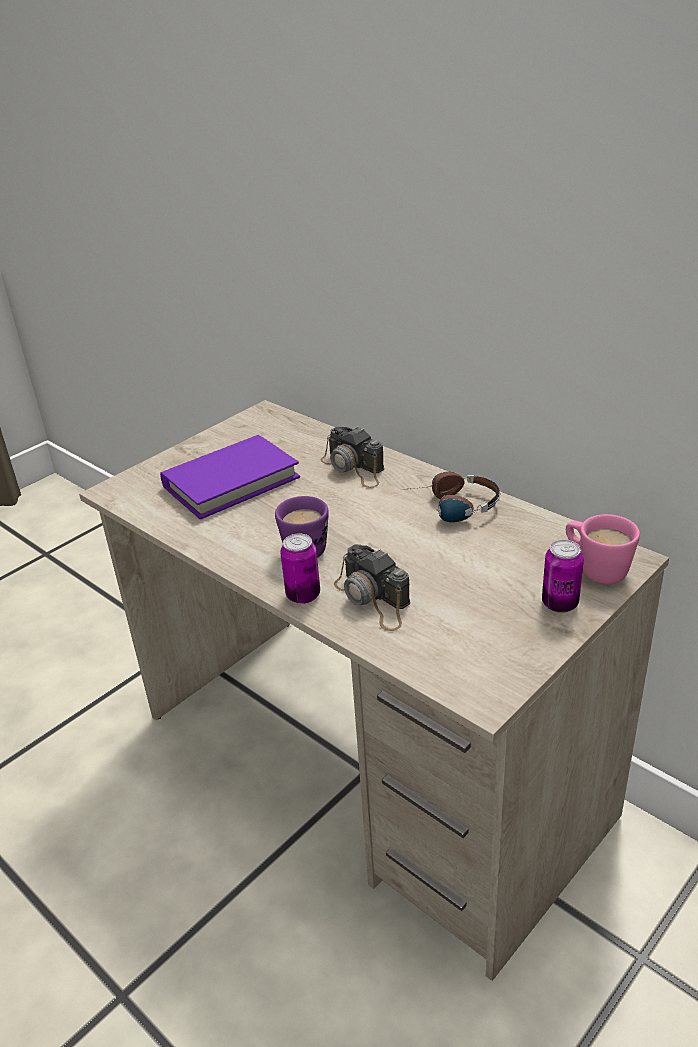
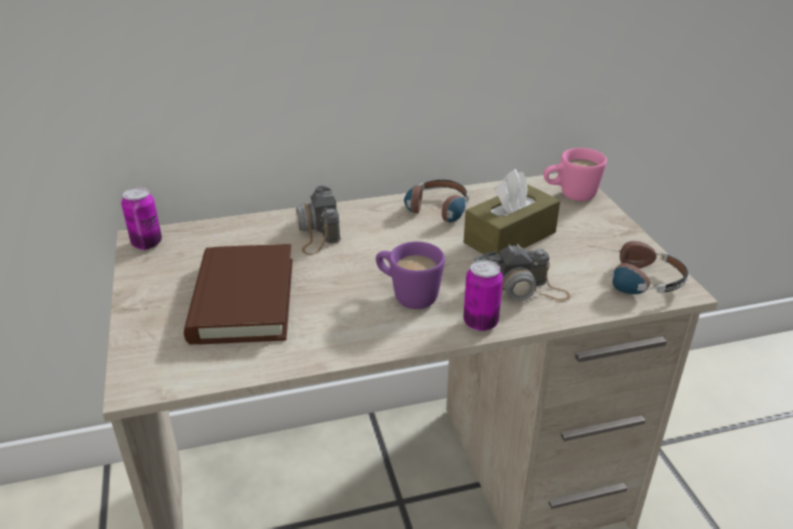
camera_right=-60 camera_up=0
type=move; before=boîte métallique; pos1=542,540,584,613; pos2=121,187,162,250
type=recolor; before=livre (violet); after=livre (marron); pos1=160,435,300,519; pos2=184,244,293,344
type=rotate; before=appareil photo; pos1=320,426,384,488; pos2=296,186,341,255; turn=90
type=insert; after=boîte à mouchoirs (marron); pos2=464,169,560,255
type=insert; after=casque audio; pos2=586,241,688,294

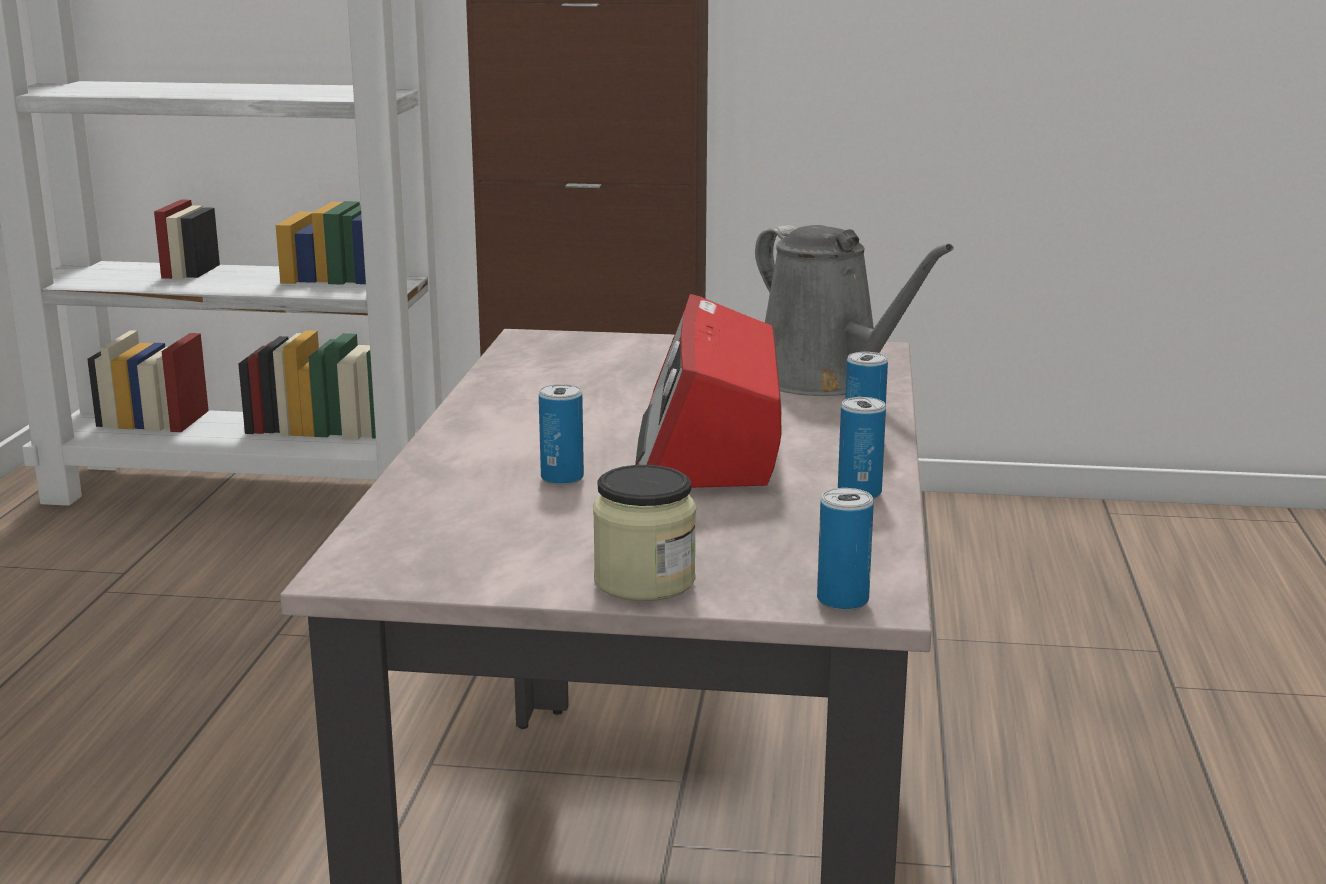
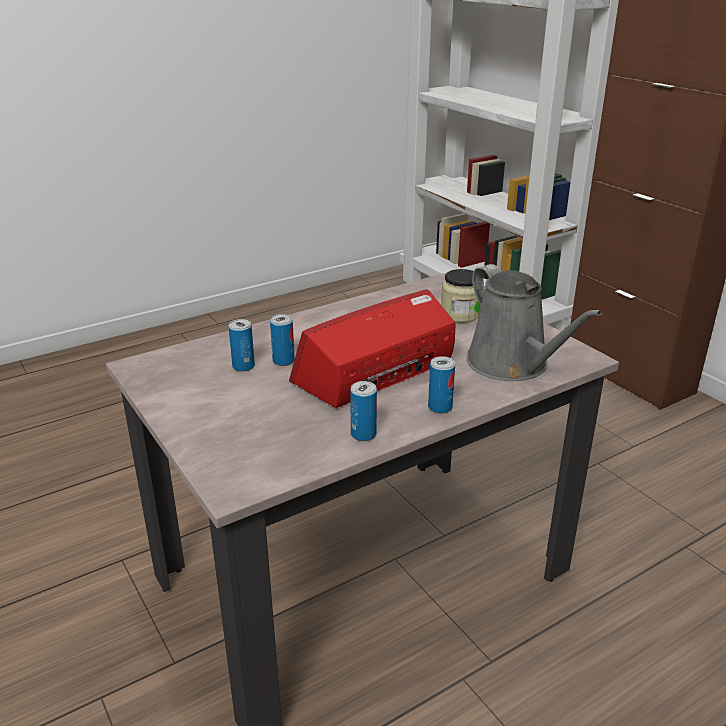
camera_right=50 camera_up=10
type=move; before=boîte métallique; pos1=817,488,874,611; pos2=229,319,255,372
type=move; before=bocal; pos1=593,465,696,601; pos2=441,269,480,323
type=rotate; before=arrosoir (gris); pos1=755,225,954,396; pos2=467,264,602,381; turn=-45

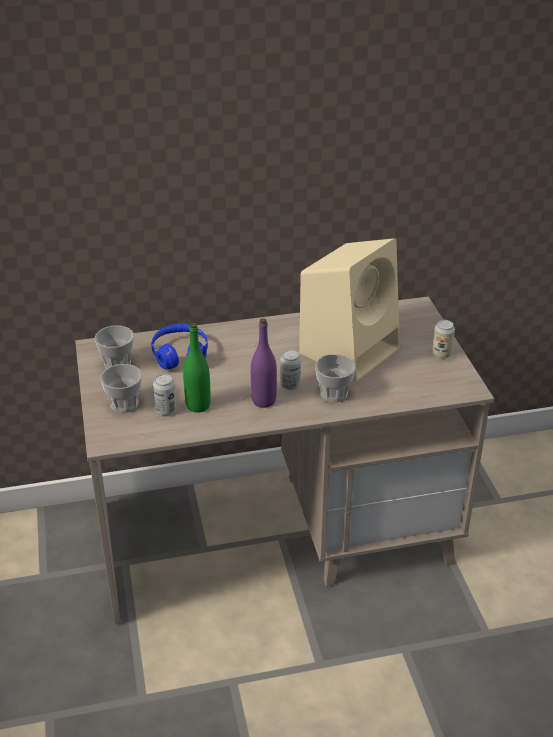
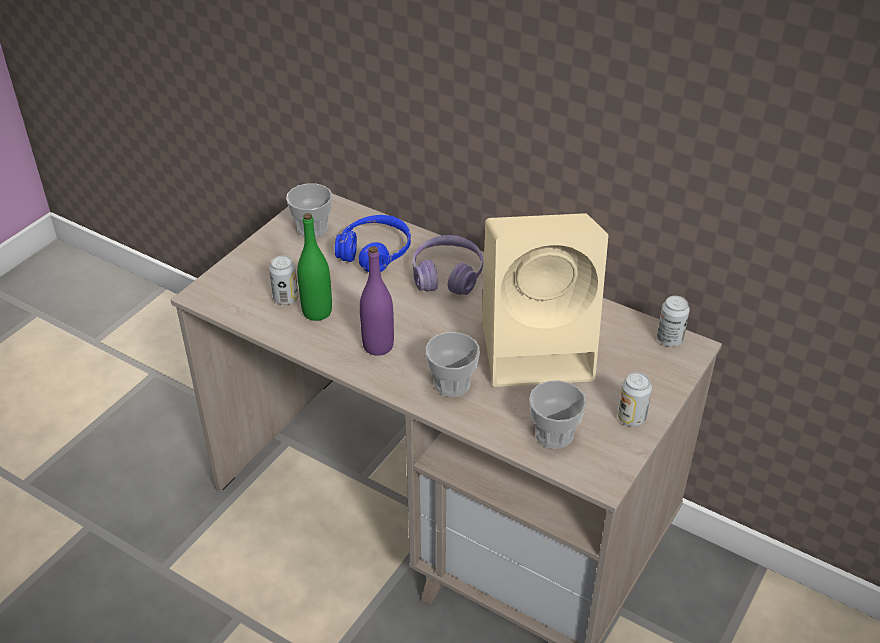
camera_right=45 camera_up=5
type=insert; after=casque audio (violet); pos2=413,235,483,295
type=move; before=tasse; pos1=101,364,142,413; pos2=529,380,587,449
type=move; before=boîte métallique; pos1=280,350,301,390; pos2=657,296,690,347

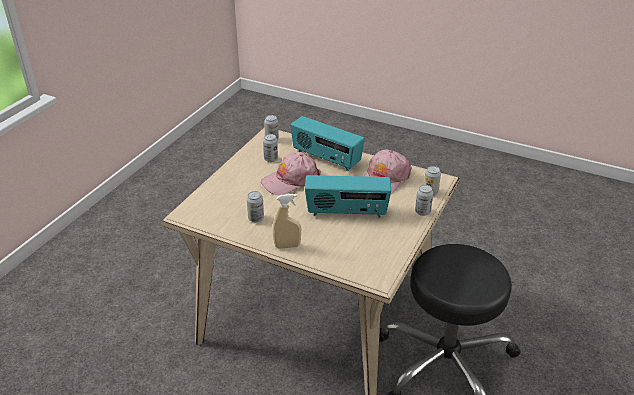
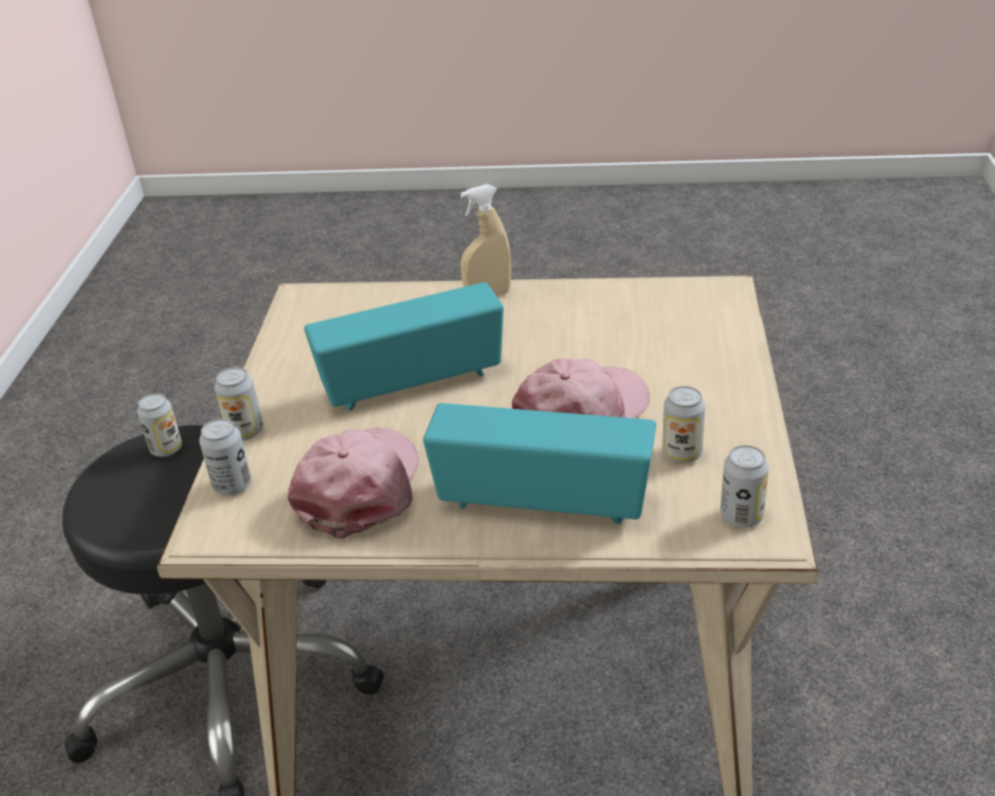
camera_right=160 camera_up=0
type=move; before=boîte métallique; pos1=247,191,264,223; pos2=137,393,182,457

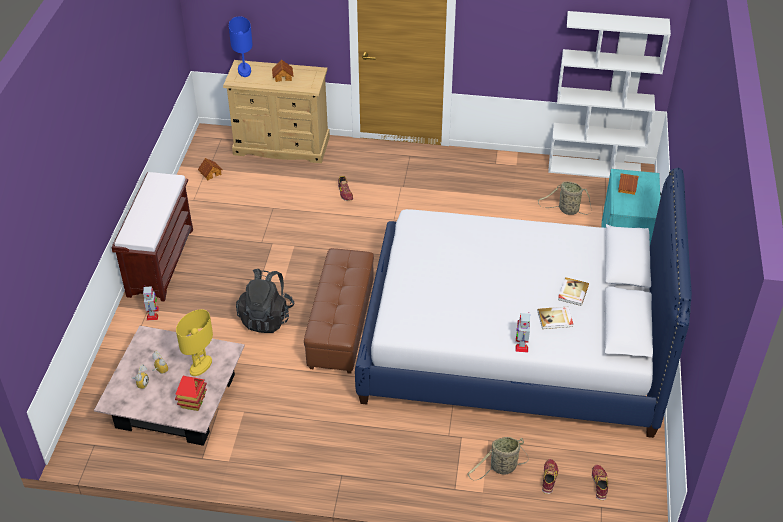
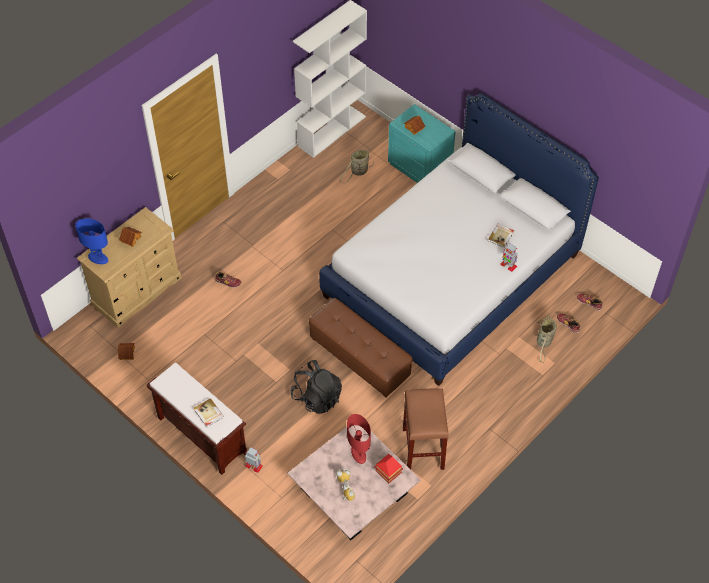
camera_right=-55 camera_up=10
type=move; before=livre; pos1=558,277,589,306; pos2=194,398,224,427
type=recolor; before=lampe de table (jaune); after=lampe de table (rouge); pos1=176,309,213,376; pos2=347,414,371,464
type=insert; after=tabouret (marron); pos2=403,388,449,470

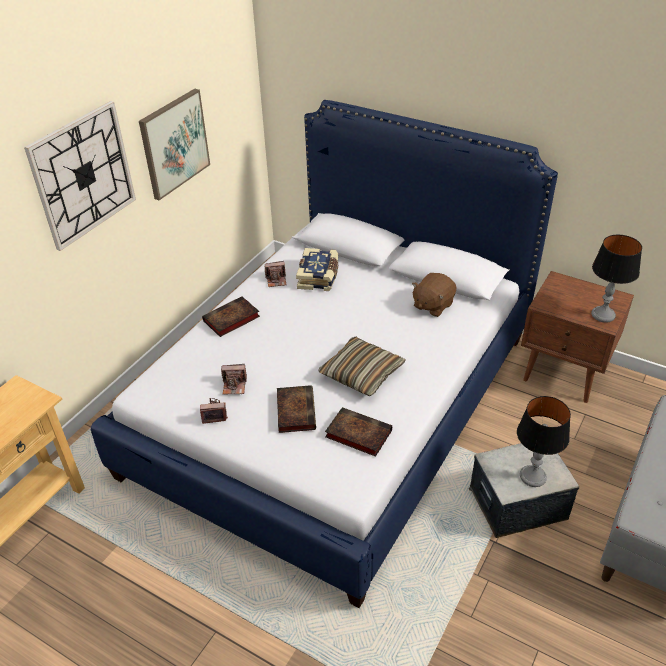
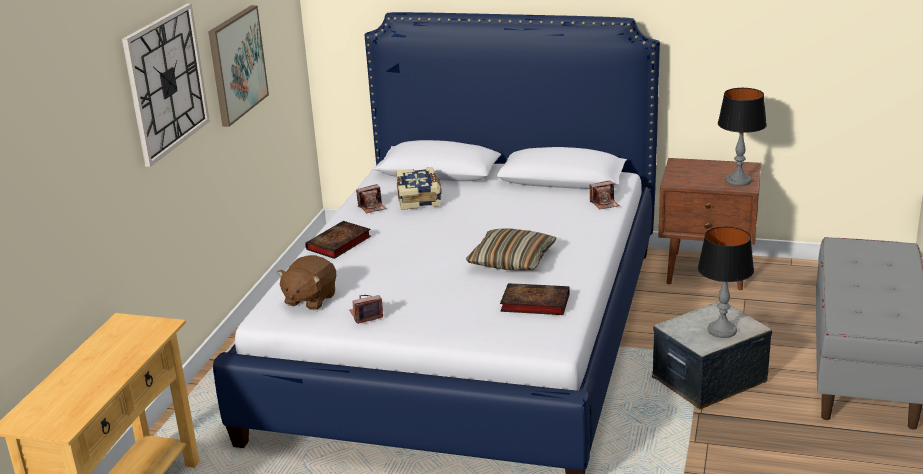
camera_right=-15 camera_up=-15
type=move; before=peluche (marron); pos1=412,273,456,317; pos2=277,255,336,310
type=move; before=appareil photo; pos1=221,364,247,395; pos2=590,180,620,210
type=delete; before=livre; pos1=277,385,316,433

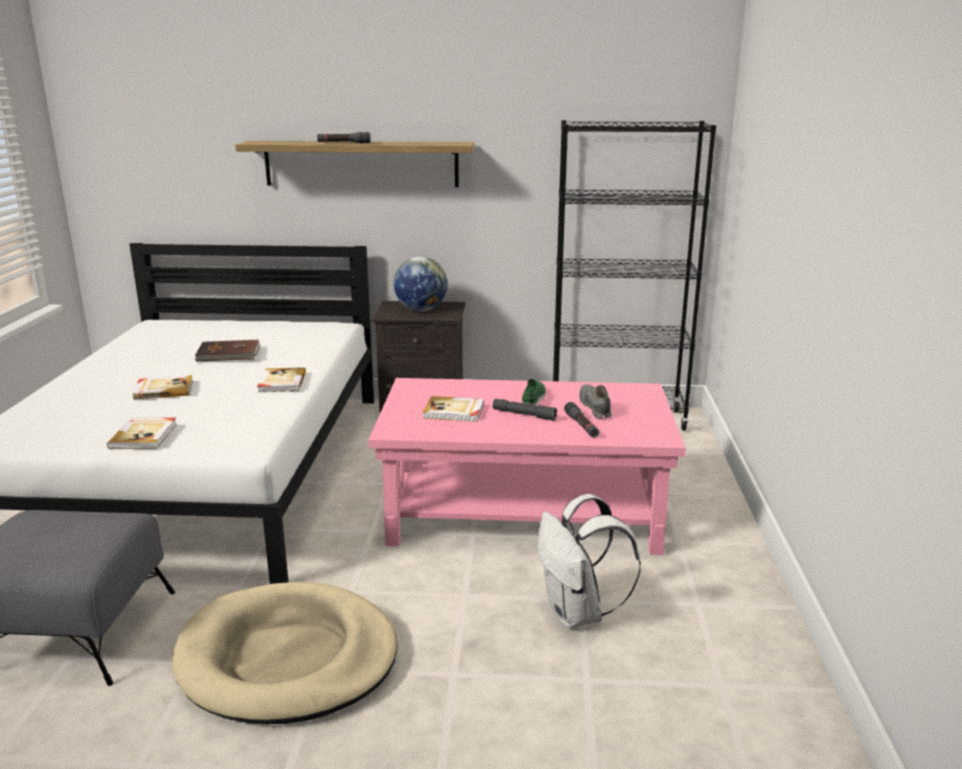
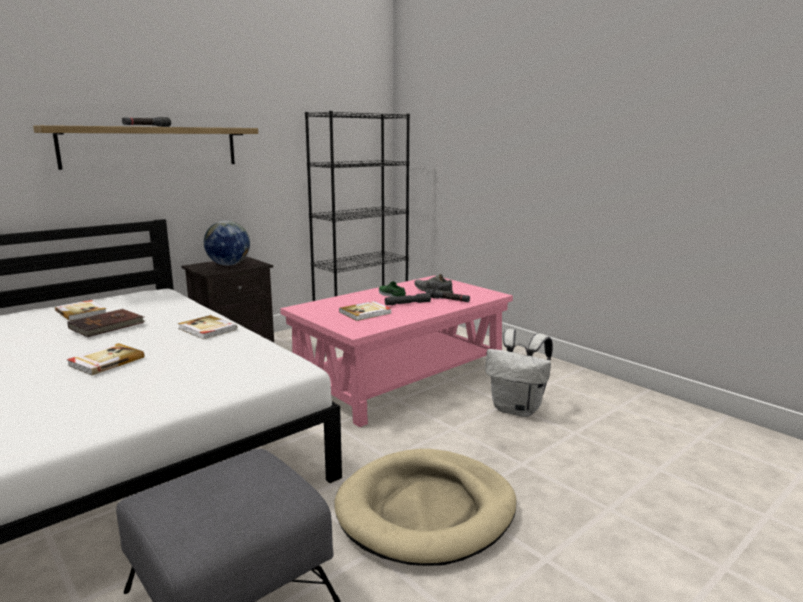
camera_right=-45 camera_up=-5
type=move; before=livre; pos1=107,418,177,449; pos2=55,300,106,321

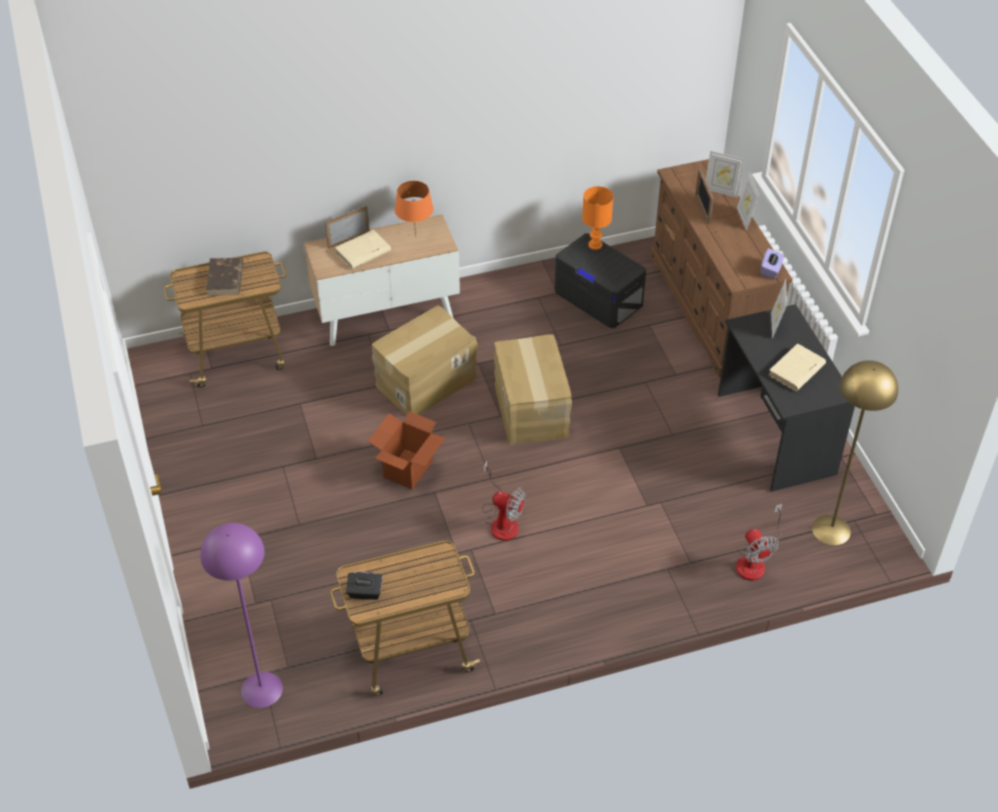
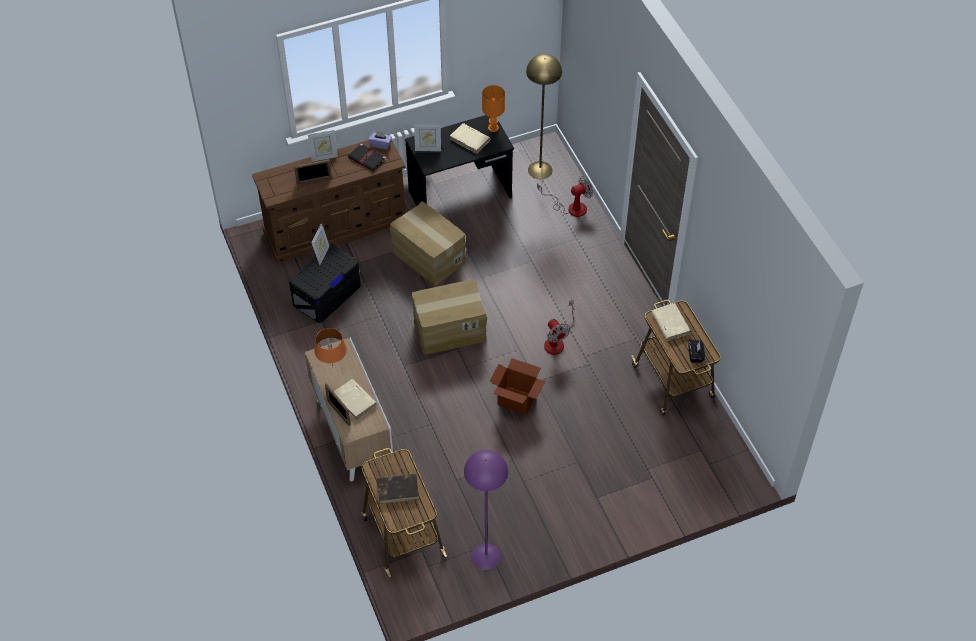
camera_right=-95 camera_up=5
type=move; before=cadre photo; pos1=706,151,744,198; pos2=312,223,329,265
type=insert; after=livre (noir); pos2=348,143,386,171
type=move; before=carton; pos1=372,305,478,416; pos2=390,201,466,286
type=move; before=lampadaire (violet); pos1=200,523,283,708; pos2=464,450,508,570
type=move; before=lampe de table (orange); pos1=582,186,614,250; pos2=482,85,505,132
type=rotate; before=ventilateur; pos1=482,461,526,541; pos2=544,300,574,355; turn=135
type=insert; after=livre (beige); pos2=651,303,690,341

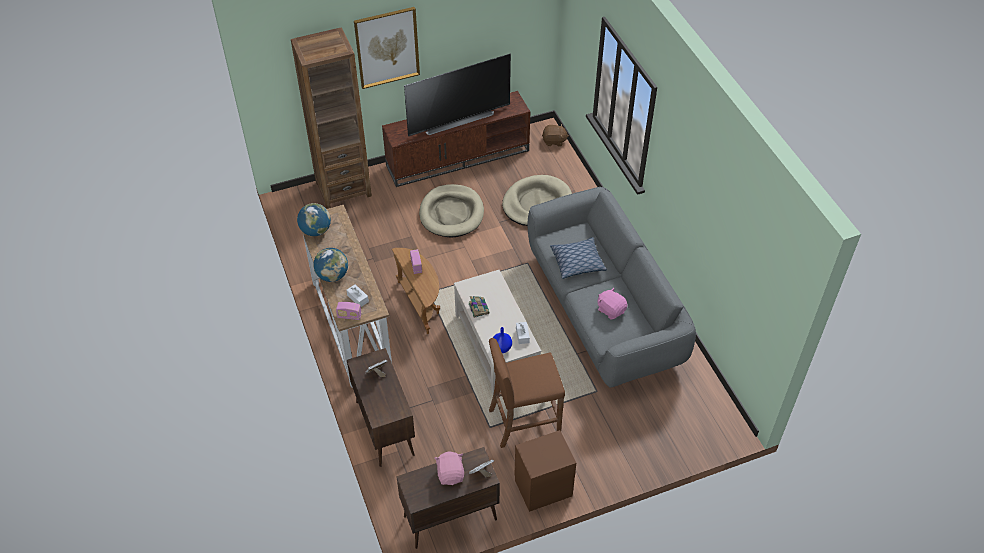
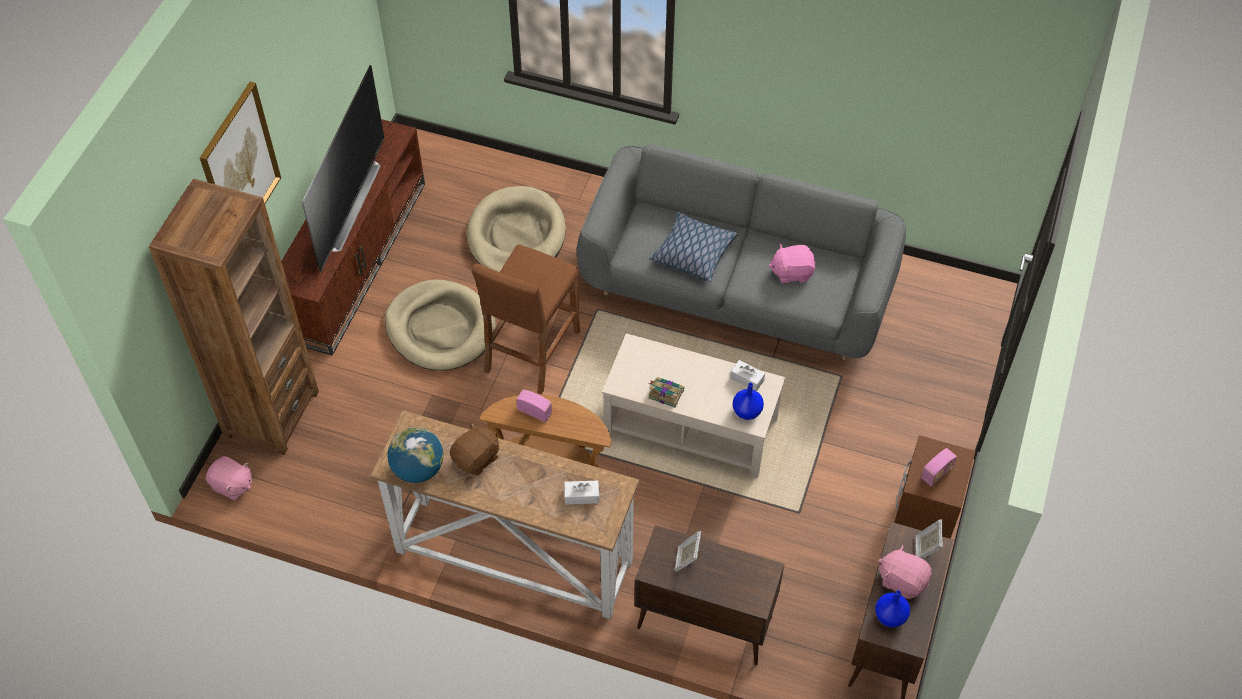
camera_right=-50 camera_up=5
type=insert; after=peluche (rose); pos2=206,456,252,501
type=move; before=peluche (marron); pos1=542,124,569,147; pos2=450,422,499,475
type=move; before=tabouret (marron); pos1=489,338,565,448; pos2=472,244,580,394
type=insert; after=vase (bleu); pos2=875,590,910,628
type=move; before=radio; pos1=336,302,362,320; pos2=921,448,957,486
type=delete; before=globe; pos1=313,248,348,282

